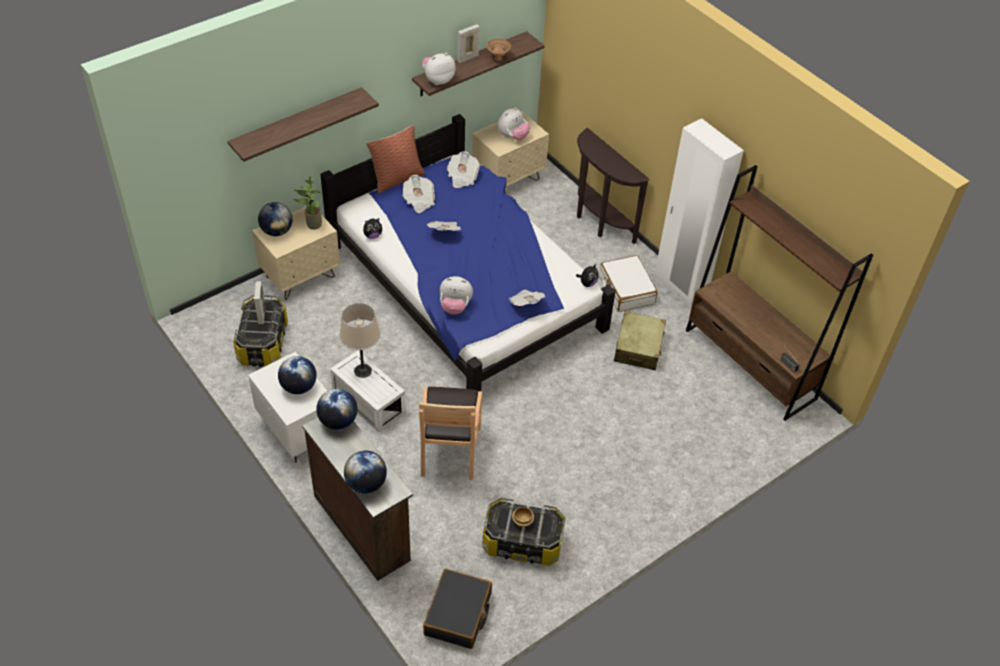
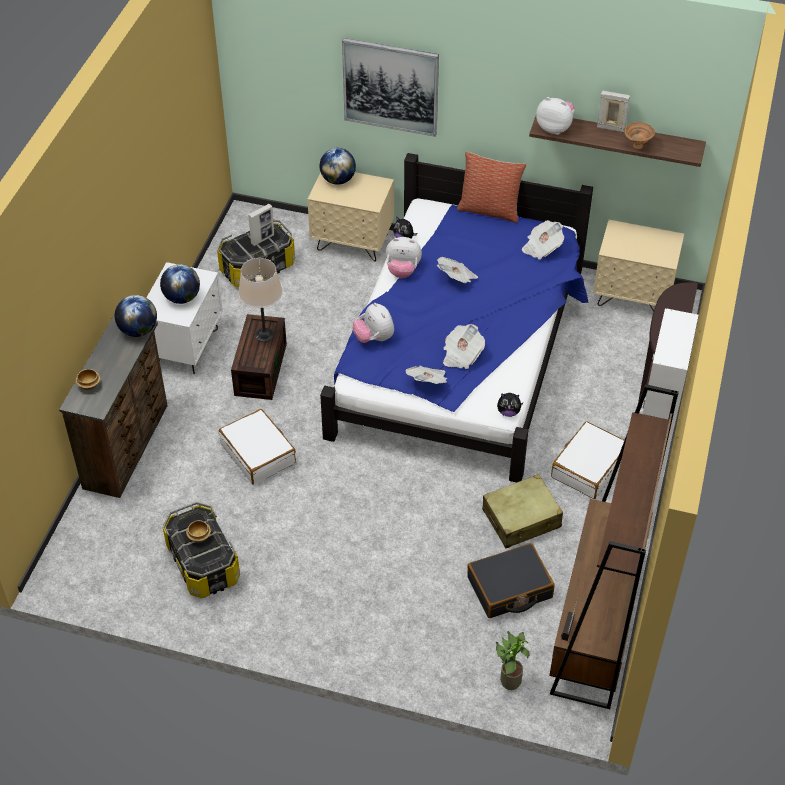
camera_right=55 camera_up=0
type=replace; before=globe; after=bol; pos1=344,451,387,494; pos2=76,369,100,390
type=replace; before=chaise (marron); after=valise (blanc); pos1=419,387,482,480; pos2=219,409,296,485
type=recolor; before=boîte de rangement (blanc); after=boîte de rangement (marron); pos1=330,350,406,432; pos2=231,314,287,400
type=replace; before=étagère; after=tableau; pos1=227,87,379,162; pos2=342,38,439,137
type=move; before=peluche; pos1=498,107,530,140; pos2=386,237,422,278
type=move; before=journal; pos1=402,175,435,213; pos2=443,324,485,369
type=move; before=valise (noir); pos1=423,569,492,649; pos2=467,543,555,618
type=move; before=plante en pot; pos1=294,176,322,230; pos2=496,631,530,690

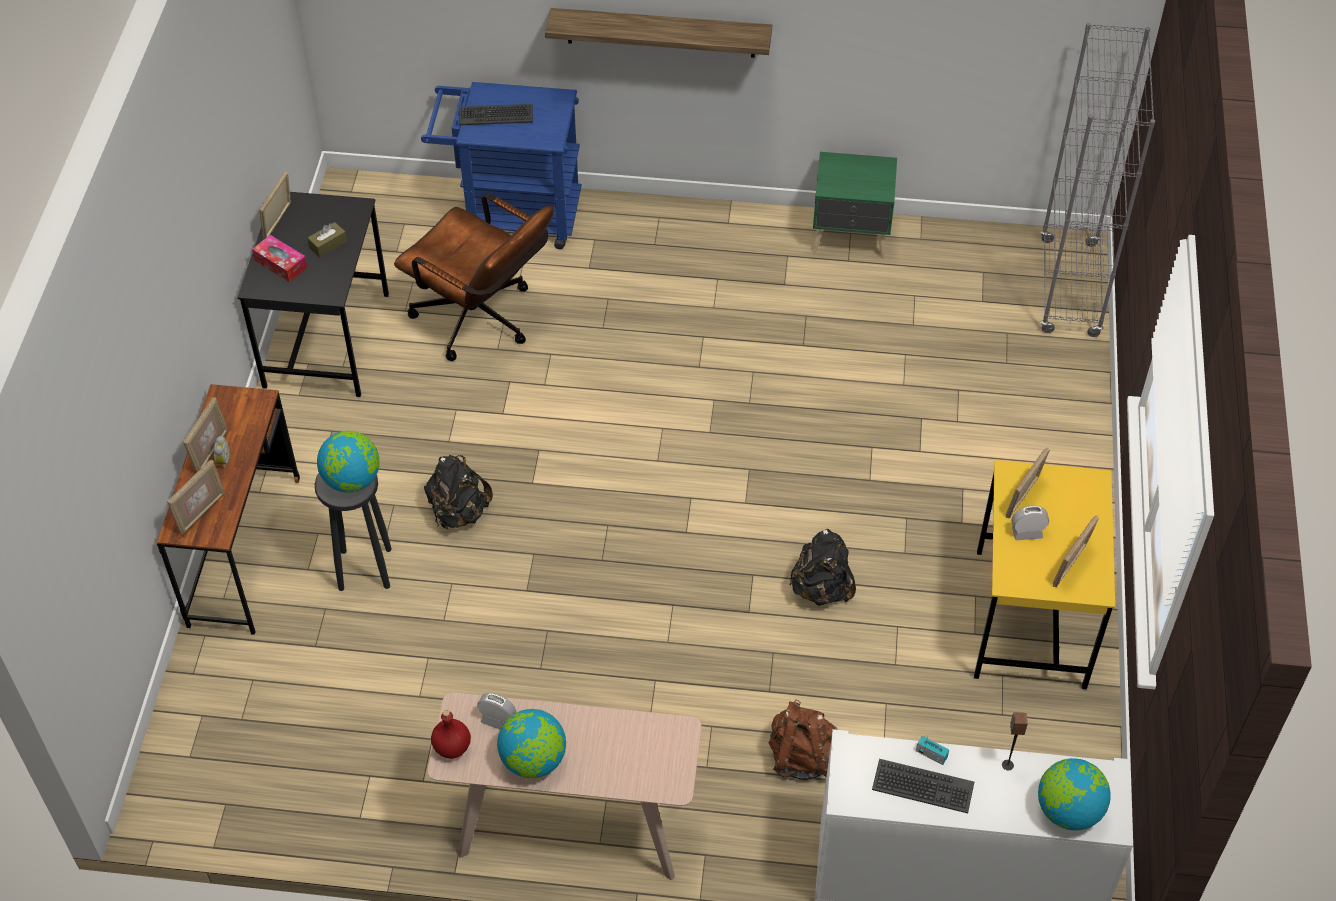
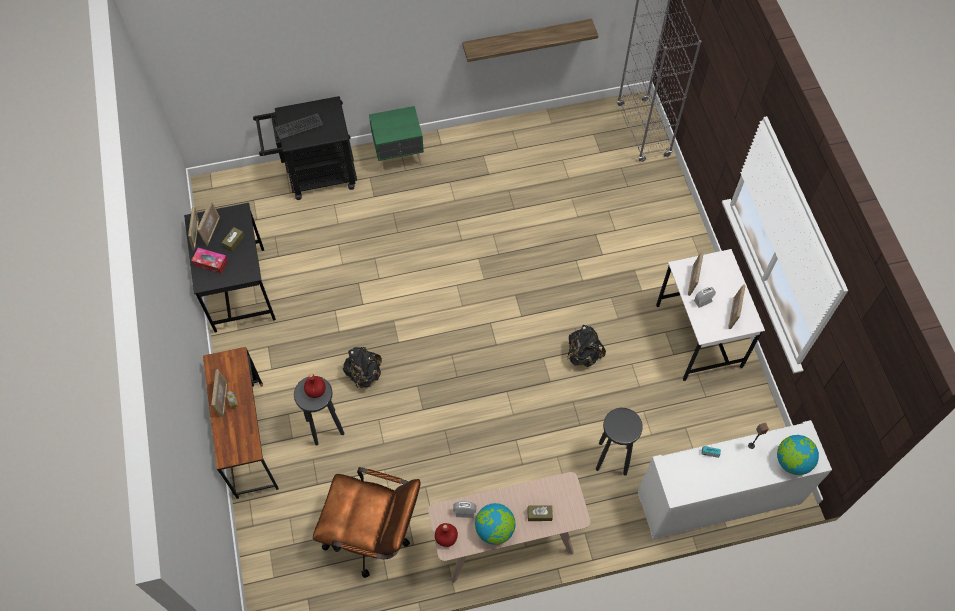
camera_right=-20 camera_up=10
type=move; before=cadre photo; pos1=167,460,225,535; pos2=197,201,220,246
type=recolor; before=chariot (bleu); after=chariot (noir); pos1=421,82,582,249; pos2=253,96,357,200
type=replace; before=globe; after=bouteille (rouge); pos1=317,431,380,493; pos2=304,374,326,398
type=move; before=chaise de bureau (marron); pos1=394,193,554,361; pos2=313,467,421,578
type=move; before=table de chevet (vert); pos1=812,152,897,259; pos2=369,106,424,172
type=move; before=étagère; pos1=545,8,772,58; pos2=462,19,598,62
type=insert; after=boîte à mouchoirs (marron); pos2=527,505,553,521
type=replace; before=sac à dos (marron); after=tabouret (noir); pos1=769,700,837,780; pos2=596,408,643,476
type=recolor; before=bureau (jaune); after=bureau (blanc); pos1=974,460,1115,689; pos2=656,249,765,381
type=delete; before=clavier; pos1=872,759,974,813

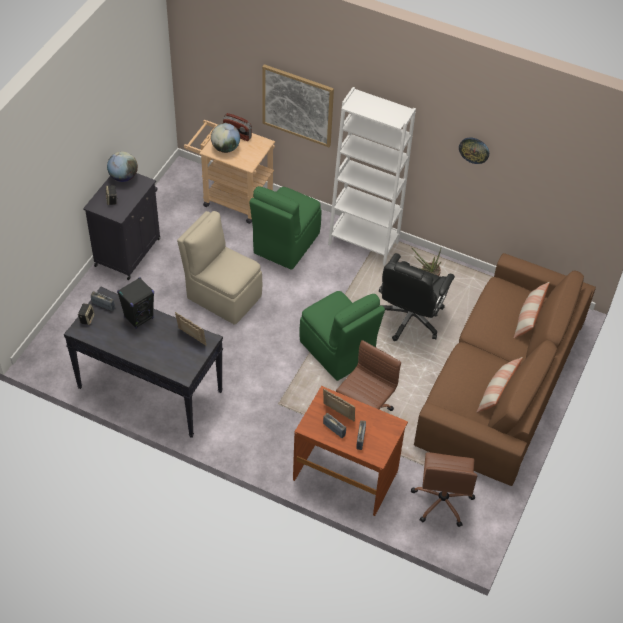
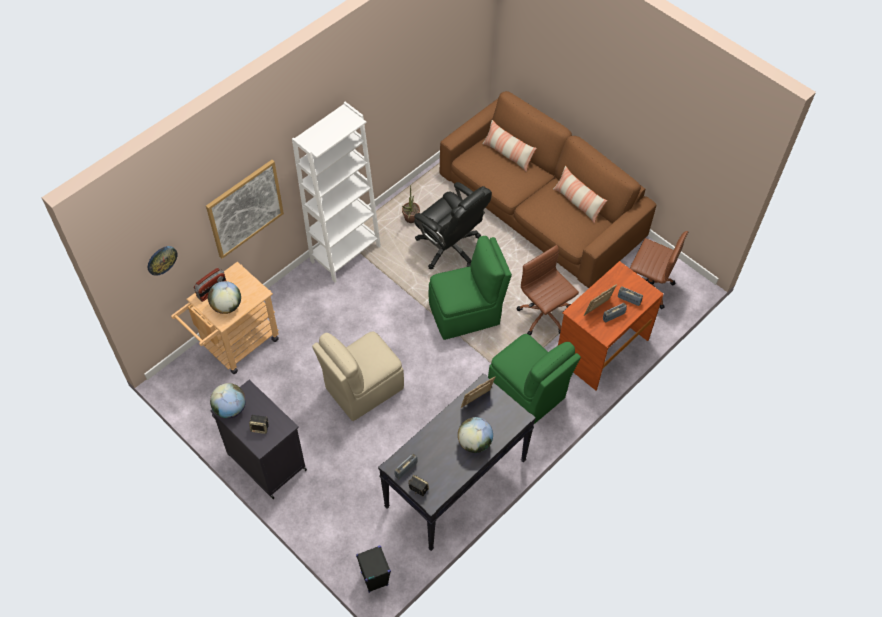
camera_right=-70 camera_up=5
type=move; before=horloge murale; pos1=459,138,489,164; pos2=148,246,178,276
type=move; before=enceinte (noir); pos1=117,277,154,329; pos2=356,546,391,593
type=insert; after=globe; pos2=458,417,493,453
type=move; before=chaise (vert); pos1=249,186,321,270; pos2=488,334,581,424

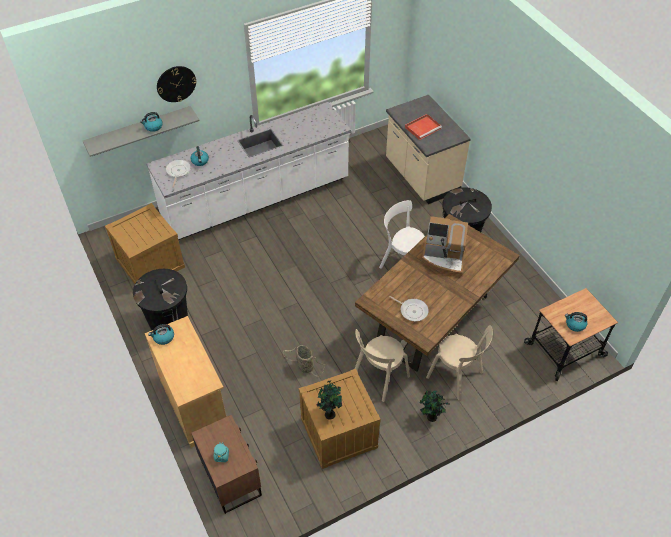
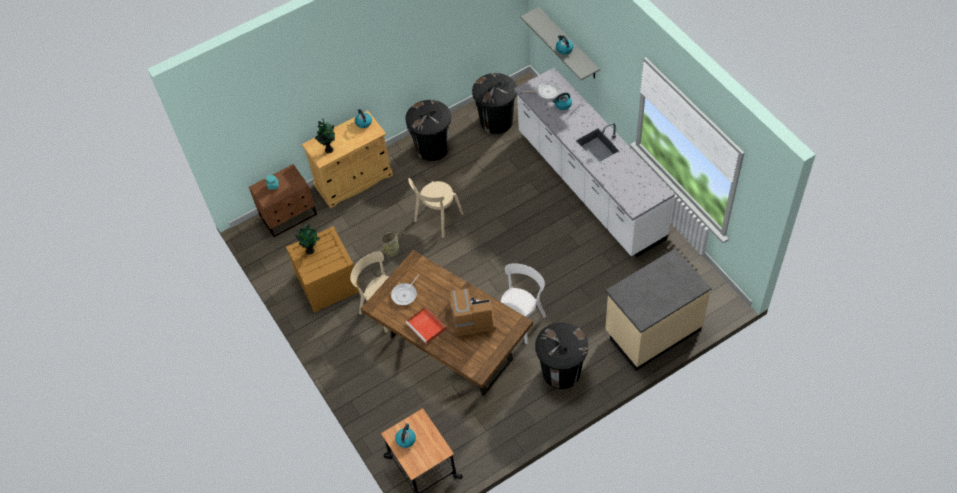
camera_right=90 camera_up=5
type=move; before=plante en pot; pos1=420,391,449,422; pos2=315,118,335,153
type=move; before=plateau (rouge); pos1=405,114,442,140; pos2=405,306,446,344
type=move; before=chaise (beige); pos1=426,325,493,401; pos2=408,178,464,238
type=rotate; before=machine à café; pos1=422,216,468,275; pos2=450,289,496,336; turn=75
type=replace; before=caisse; after=poubelle (noir); pos1=105,203,185,284; pos2=472,73,517,134
type=delete; before=horloge murale; pos1=157,66,196,102

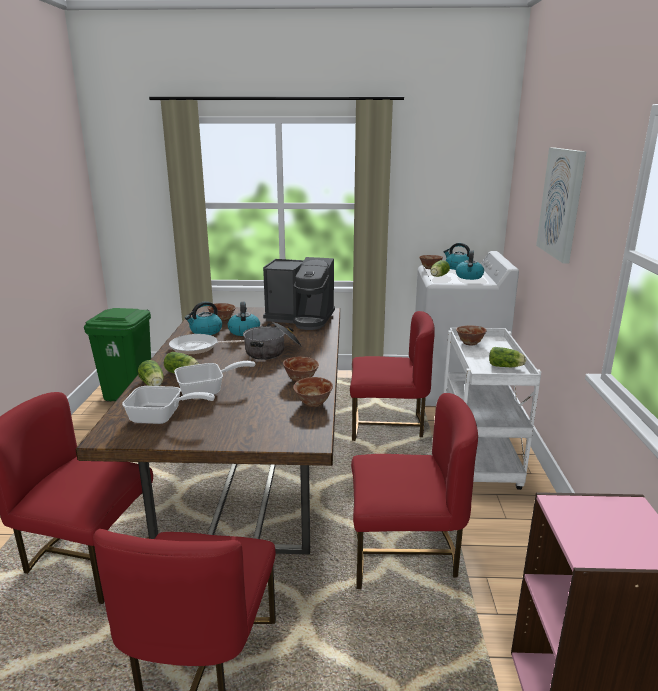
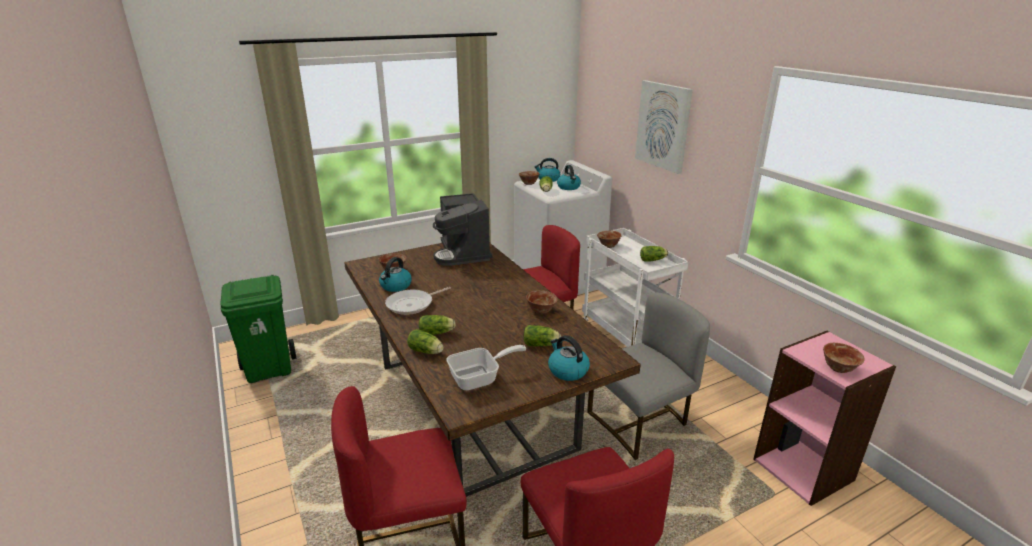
camera_right=-30 camera_up=5
type=rotate; before=machine à café; pos1=263,257,335,330; pos2=433,193,492,266; turn=90
type=insert; after=laitue; pos2=524,325,561,346
type=move; before=bouilloire; pos1=228,302,260,336; pos2=548,335,590,381
type=recolor; before=chaise (rouge); after=chaise (gris); pos1=351,393,478,589; pos2=587,293,710,460
type=move; before=bol; pos1=293,377,333,407; pos2=823,343,865,373
type=delete; before=poêle; pos1=174,361,255,395
type=delete; before=marmite; pos1=243,322,302,360

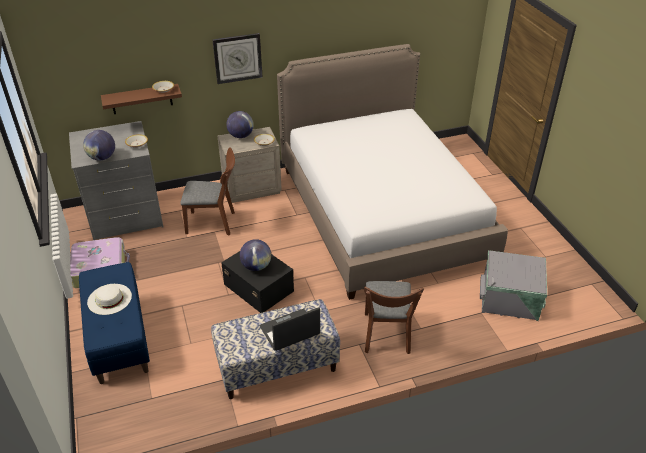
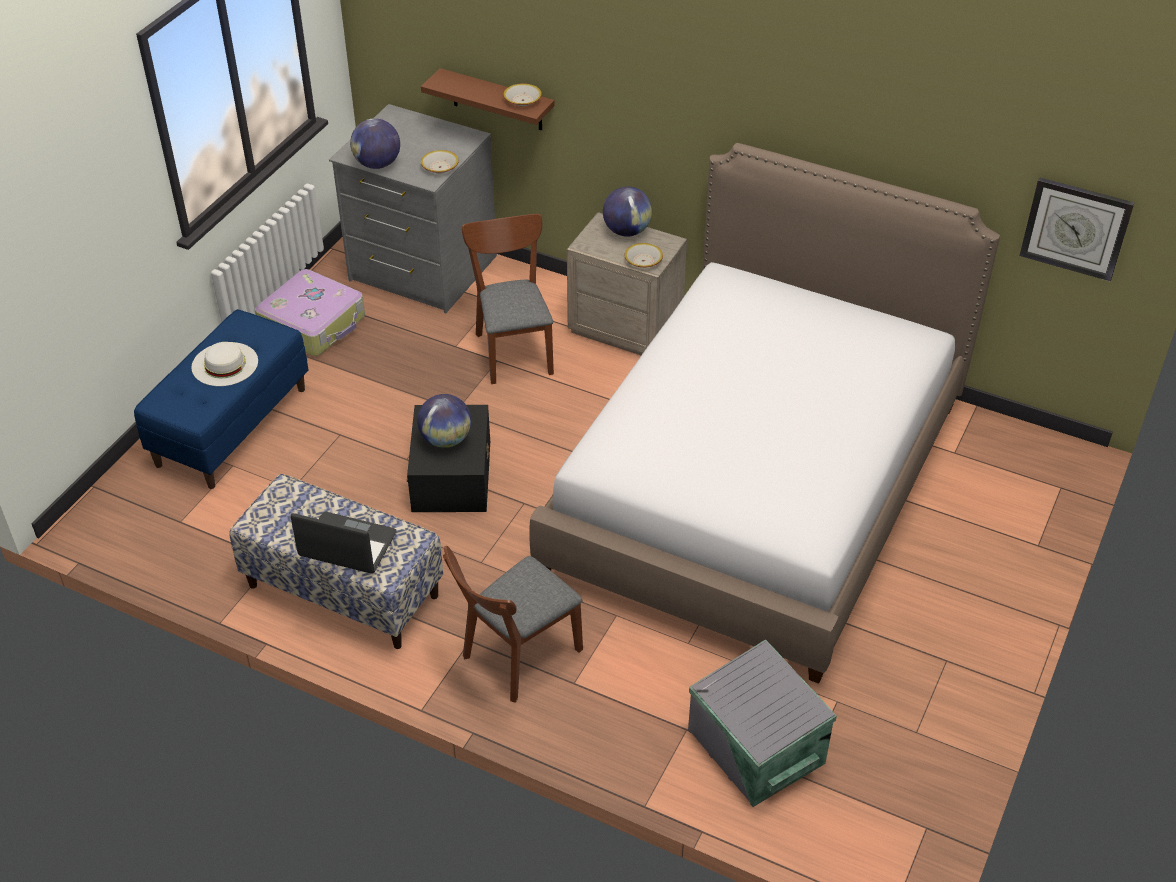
camera_right=45 camera_up=5
type=rotate; before=chaise (marron); pos1=180,148,235,235; pos2=462,214,554,384; turn=-150
type=move; before=horloge murale; pos1=212,33,263,84; pos2=1020,177,1134,281

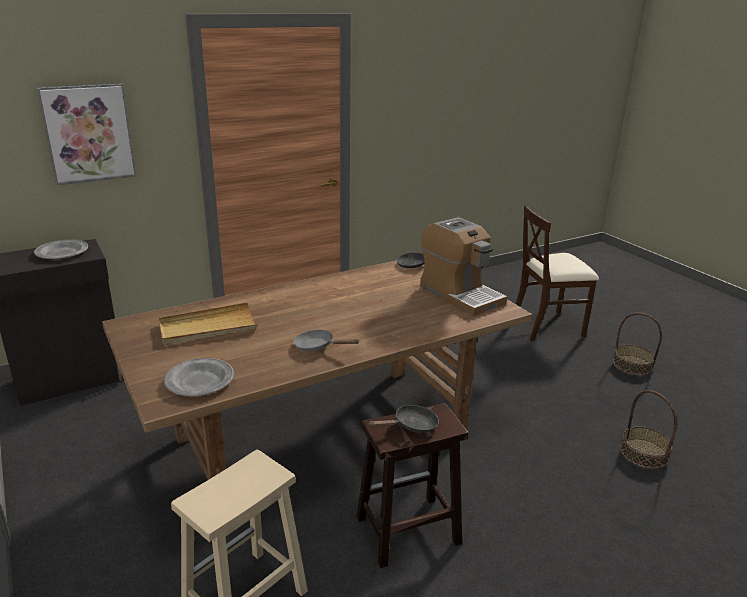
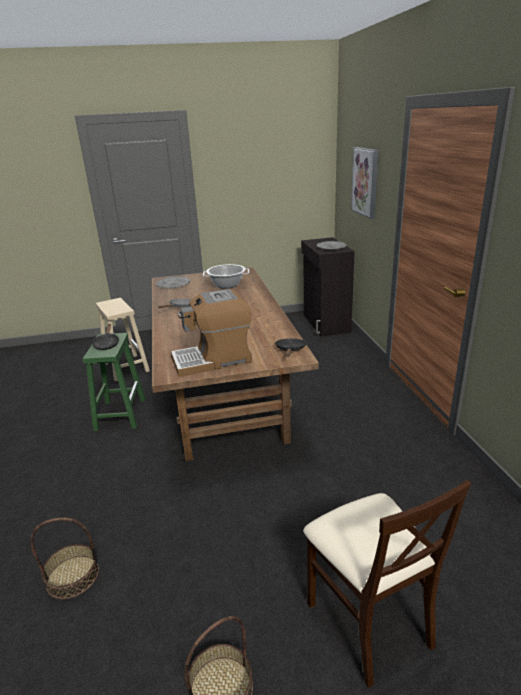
camera_right=110 camera_up=0
type=recolor; before=tabouret (marron); after=tabouret (vert); pos1=356,403,468,568; pos2=83,333,146,431
type=replace; before=plateau (beige); after=marmite; pos1=159,302,258,345; pos2=203,264,249,289
type=rotate; before=chaise (beige); pos1=516,206,599,341; pos2=303,480,471,688; turn=150

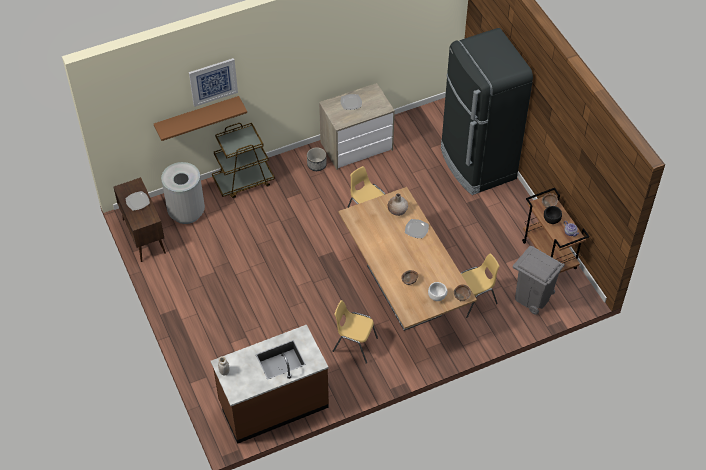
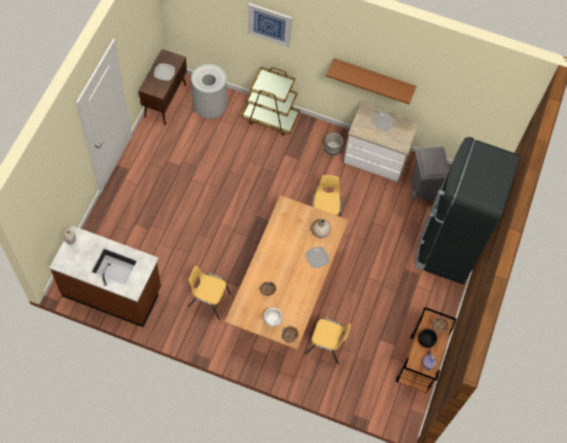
camera_right=40 camera_up=10
type=rotate; before=chaise (jaune); pos1=332,300,378,364; pos2=188,266,231,320; turn=-45
type=move; before=étagère (marron); pos1=154,96,247,141; pos2=326,58,416,104
type=move; before=poubelle (gris); pos1=512,246,565,315; pos2=411,147,449,200

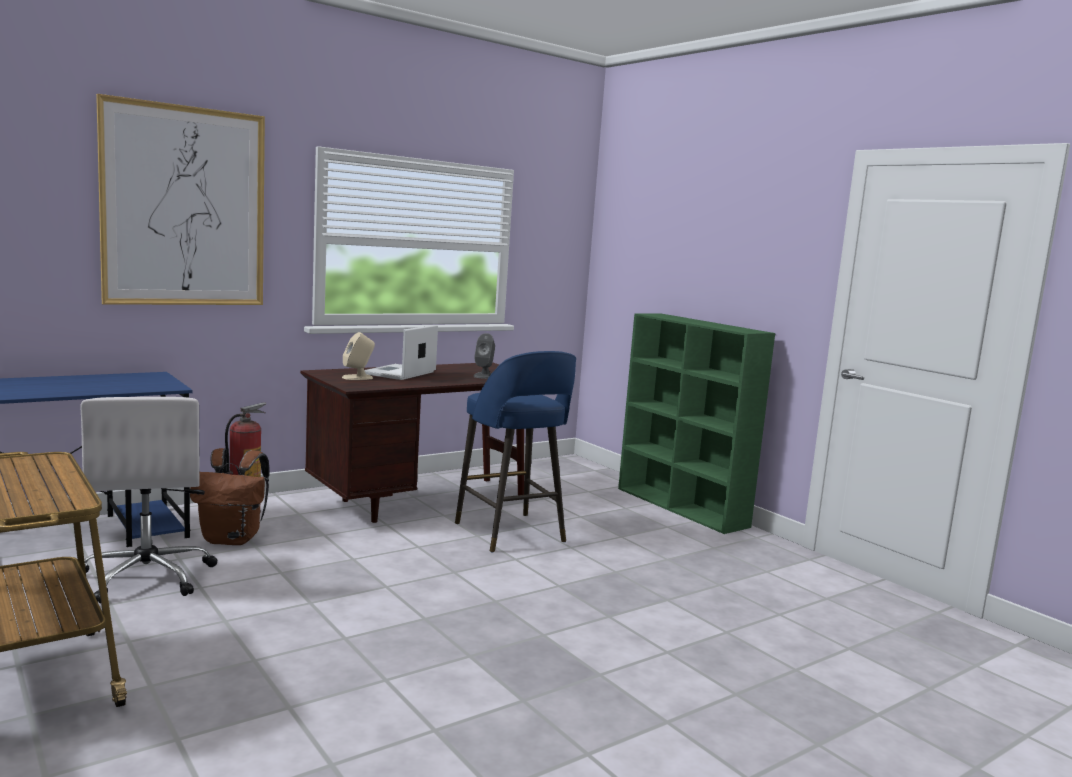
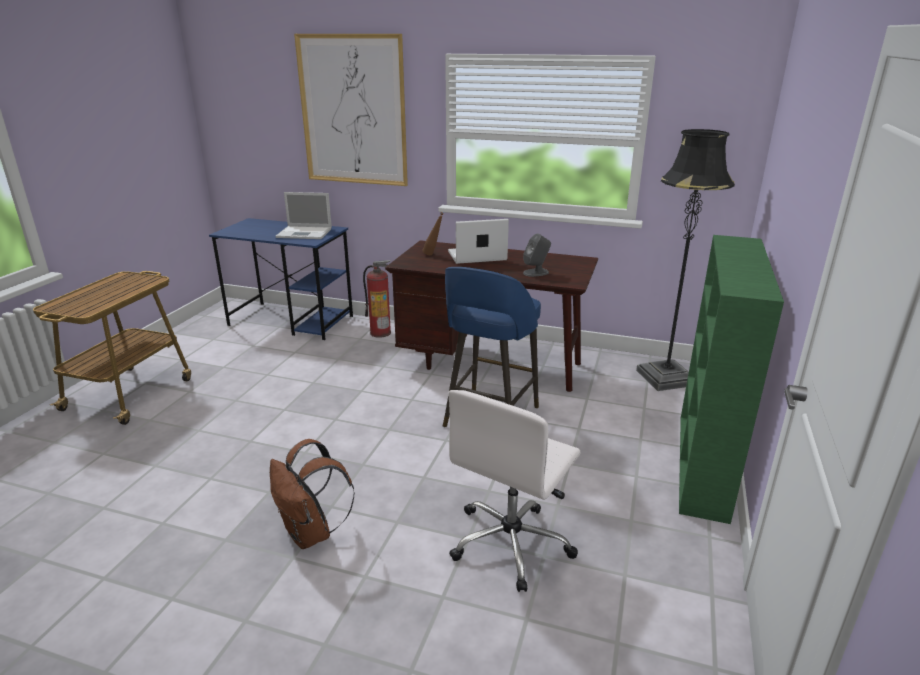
camera_right=55 camera_up=15
type=move; before=sac à dos (marron); pos1=190,448,270,545; pos2=270,439,355,549
type=insert; after=ordinateur portable; pos2=276,192,332,239
type=replace; before=enceinte (beige); after=bouteille (marron); pos1=342,332,375,380; pos2=422,212,444,255
type=move; before=chaise de bureau (blanc); pos1=80,397,217,603; pos2=448,390,581,592
type=insert; after=lampadaire (noir); pos2=636,129,735,391

